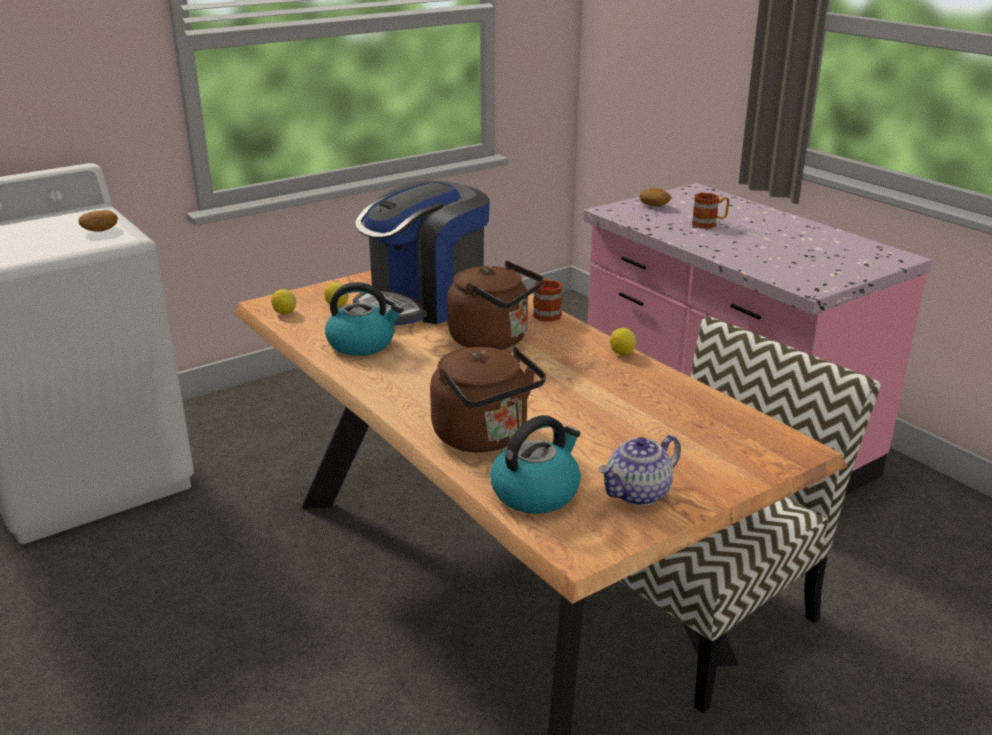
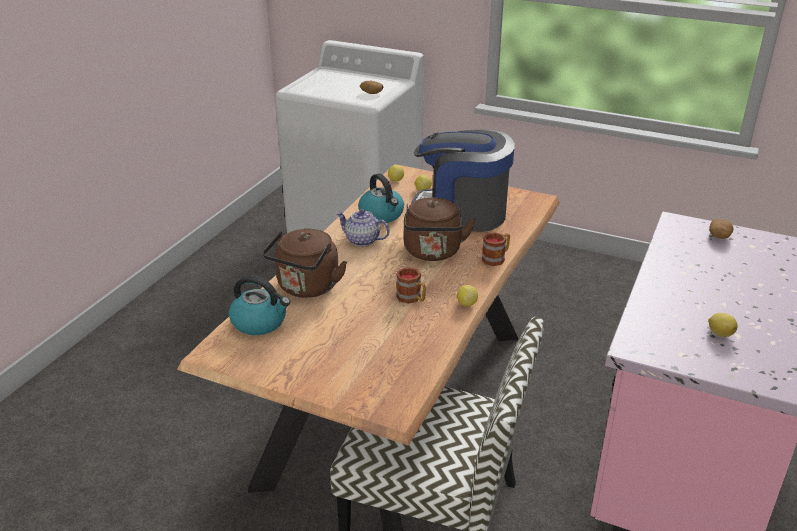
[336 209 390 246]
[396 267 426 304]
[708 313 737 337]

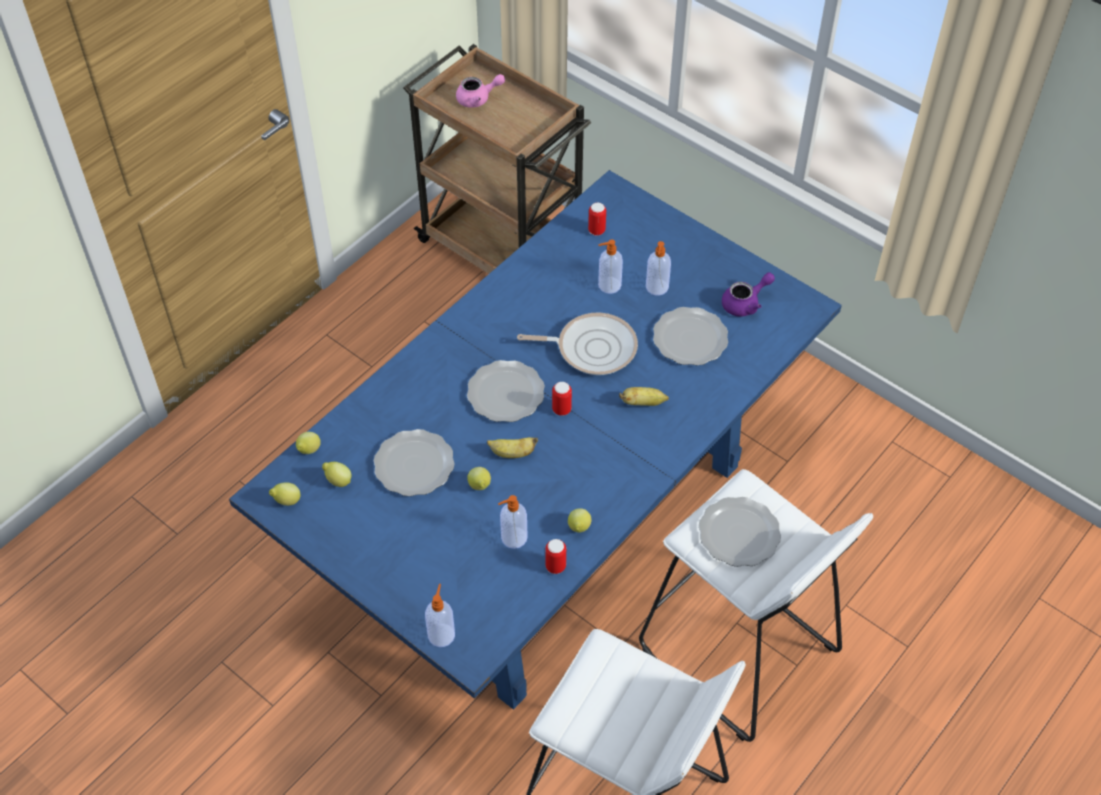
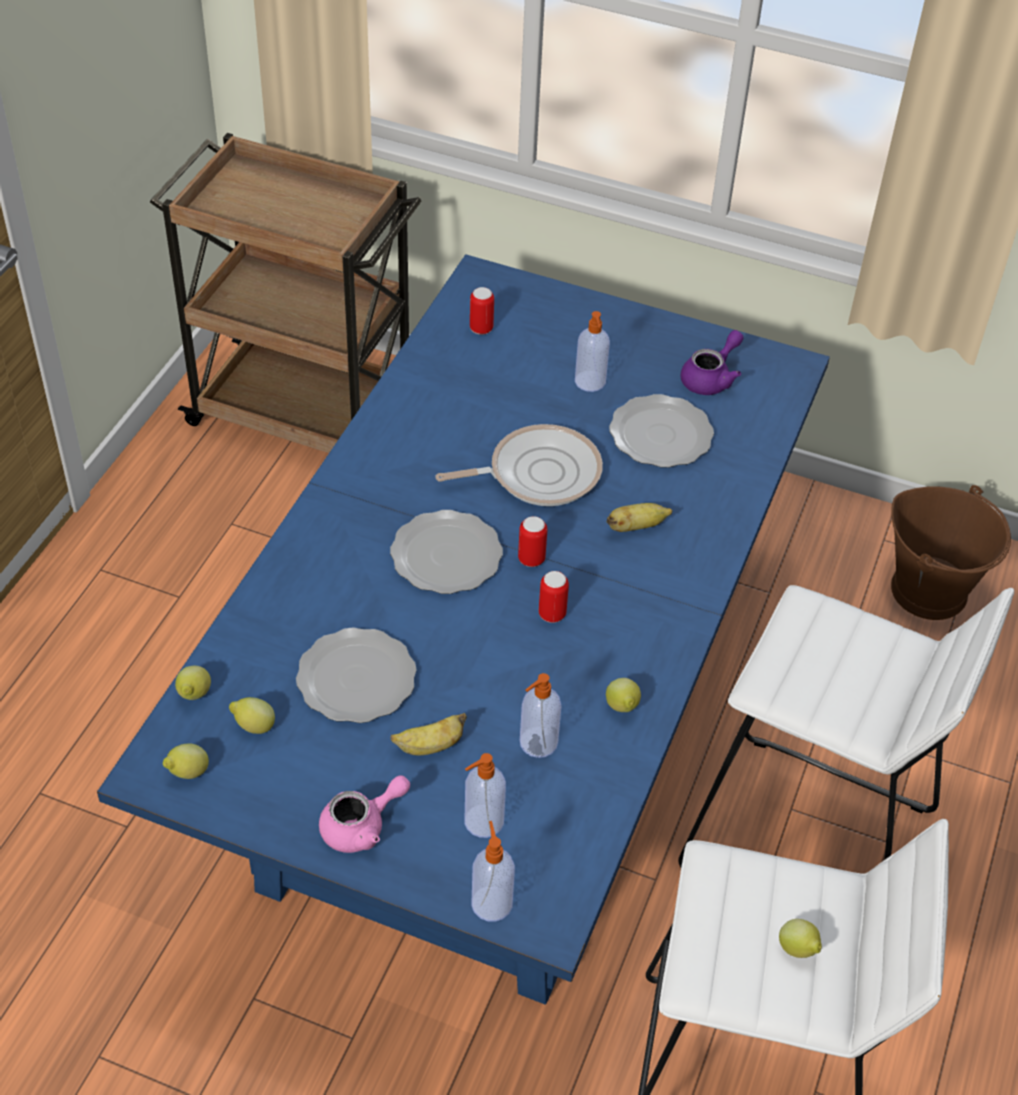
[319 775 410 853]
[779 919 822 958]
[390 713 467 756]
[539 571 569 623]
[464 753 506 838]
[699 497 781 567] (first image)
[891 485 1011 620]

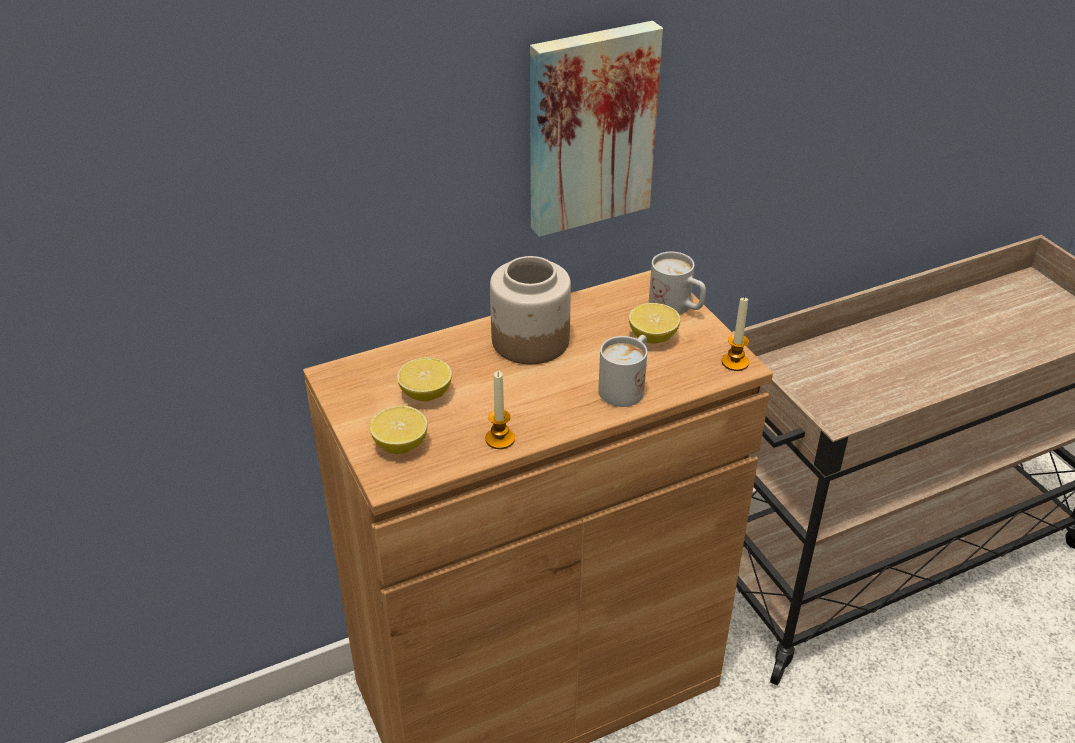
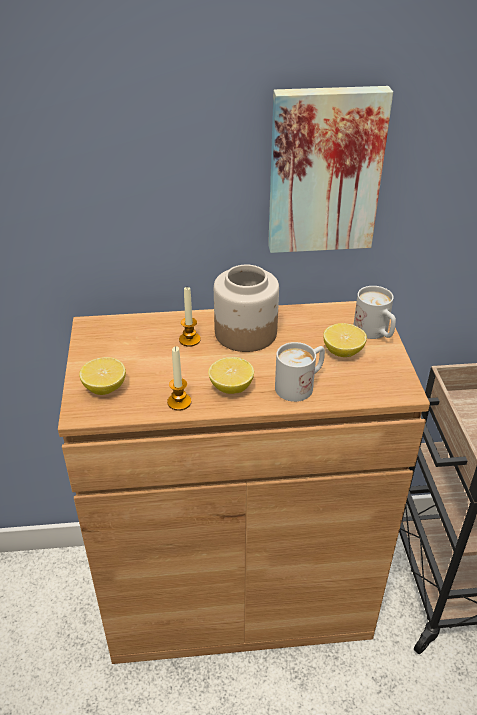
[208 357 254 394]
[179 287 201 347]

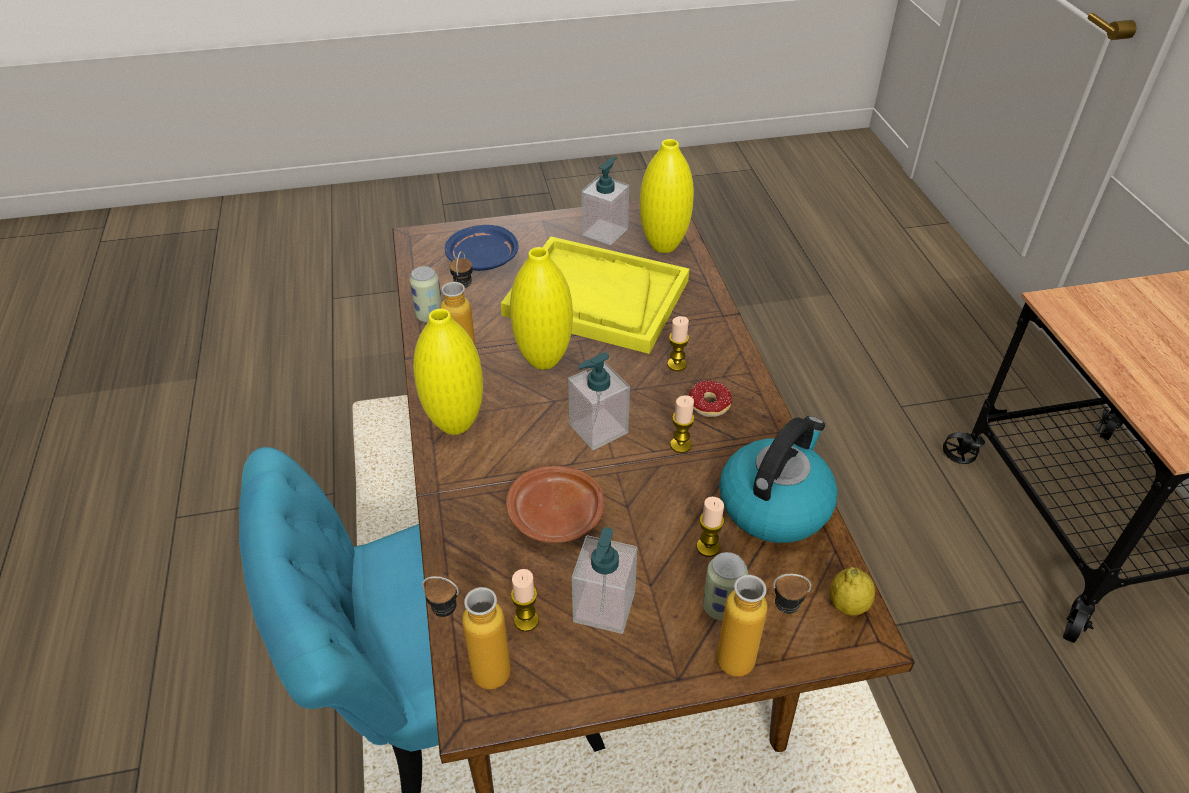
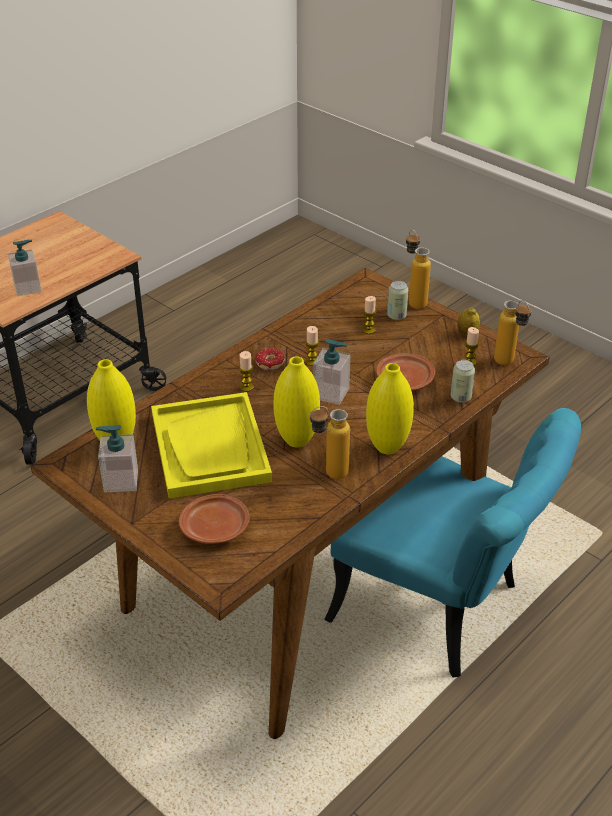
[451 360 475 403]
[179 494 250 544]
[8 240 41 296]
[719 416 838 543] (first image)
[457 308 480 335]

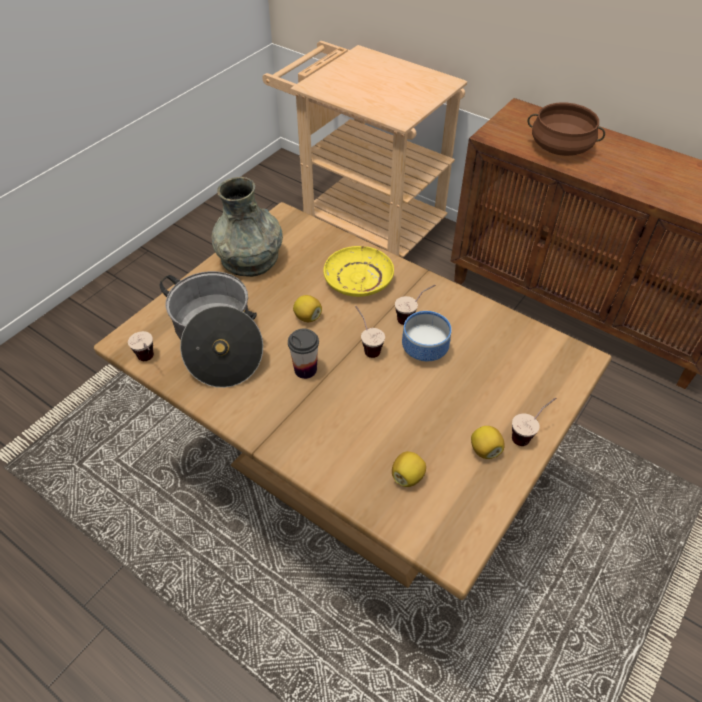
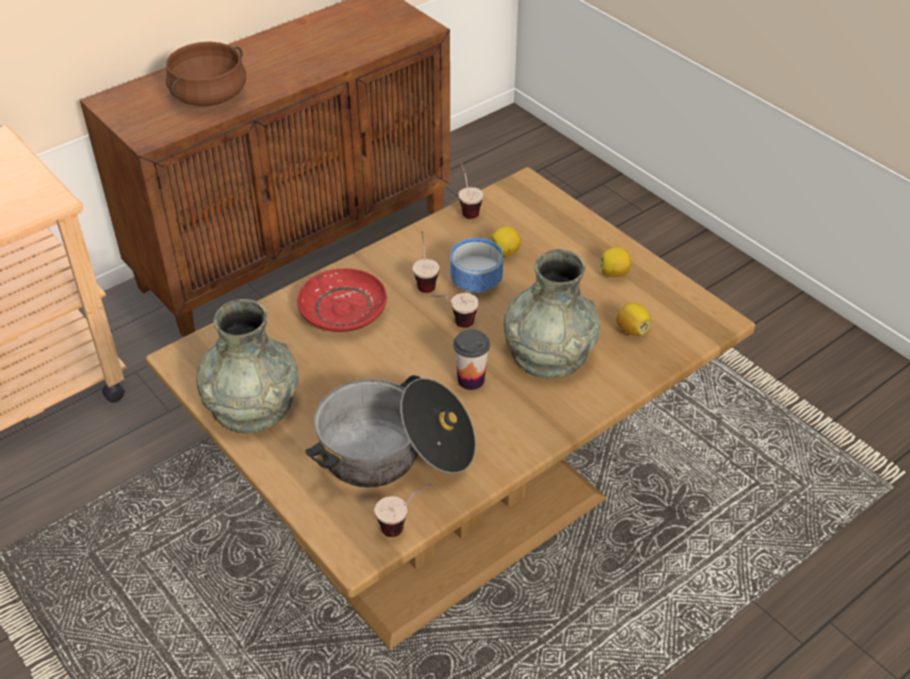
[489 226 521 257]
[297 268 387 332]
[458 162 483 219]
[504 249 600 379]

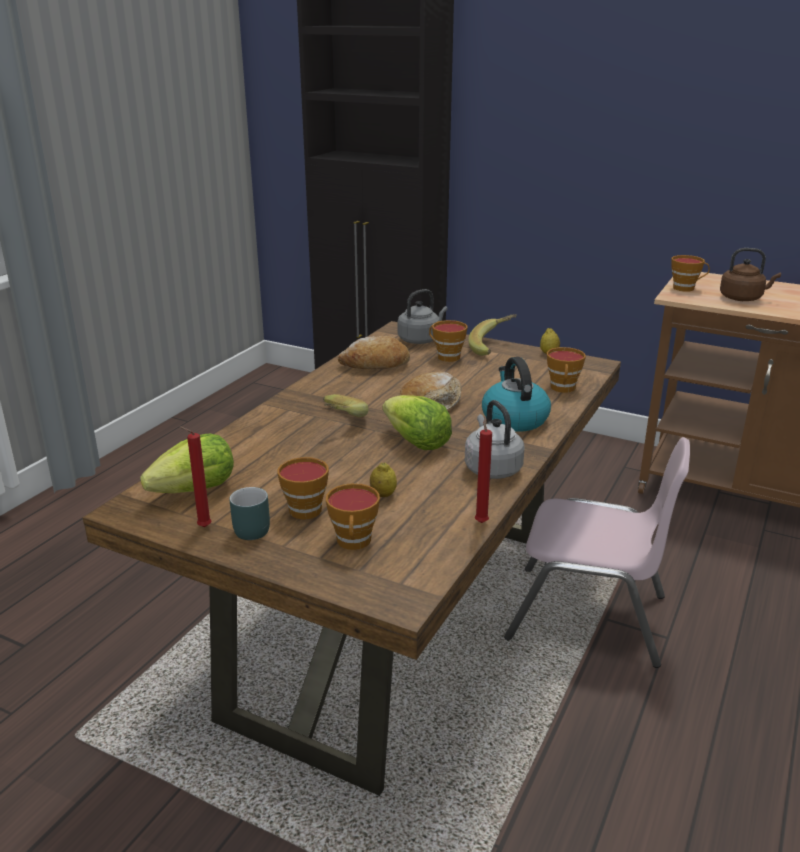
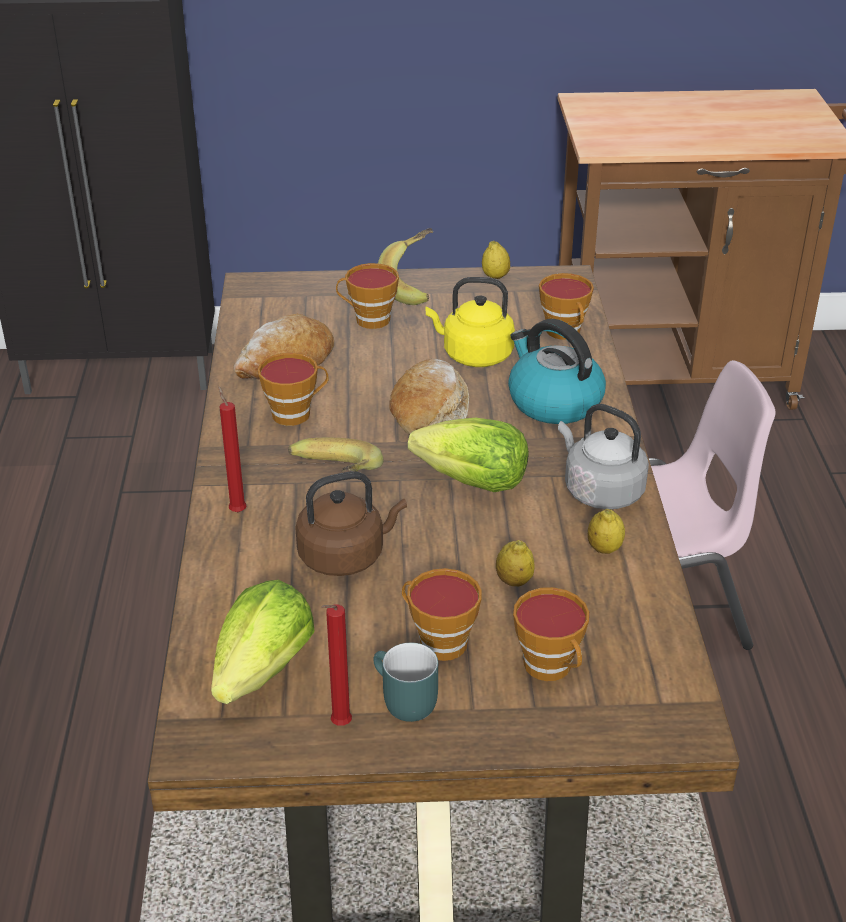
[397 289 447 344] (first image)
[218 386 247 512]
[257 352 329 426]
[295 471 407 576]
[425 277 515 367]
[588 509 625 554]

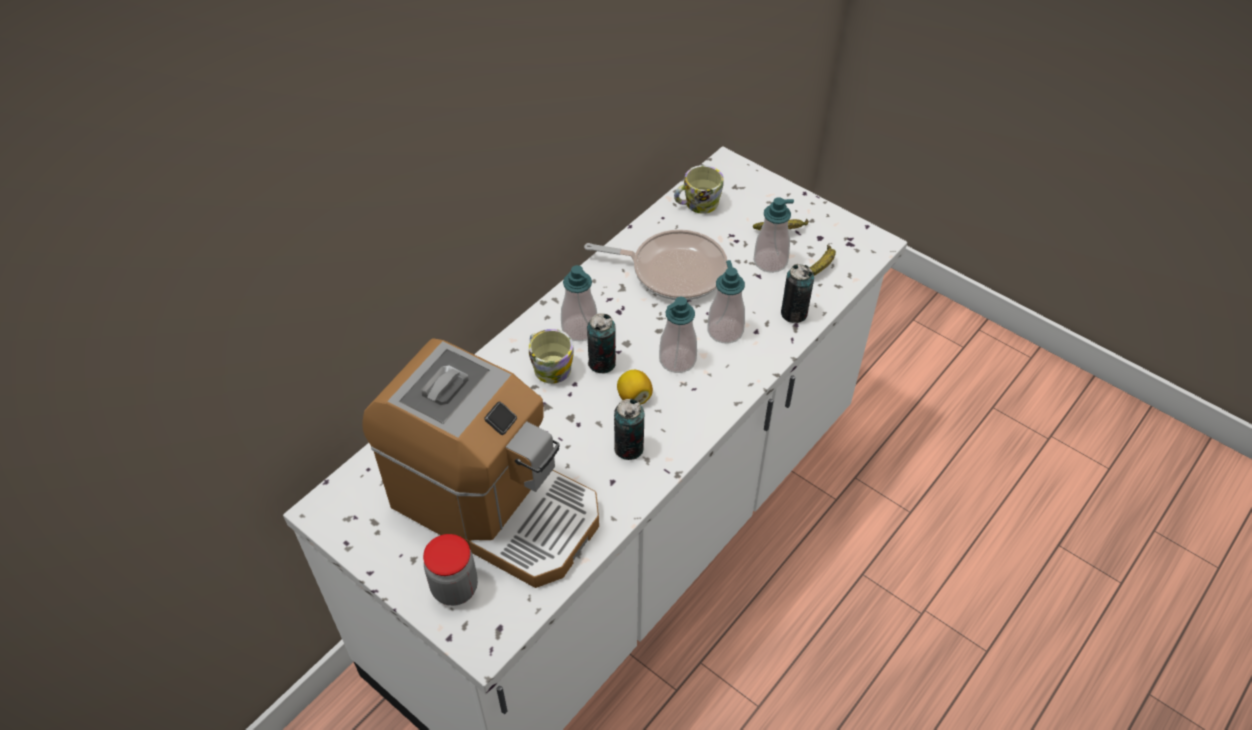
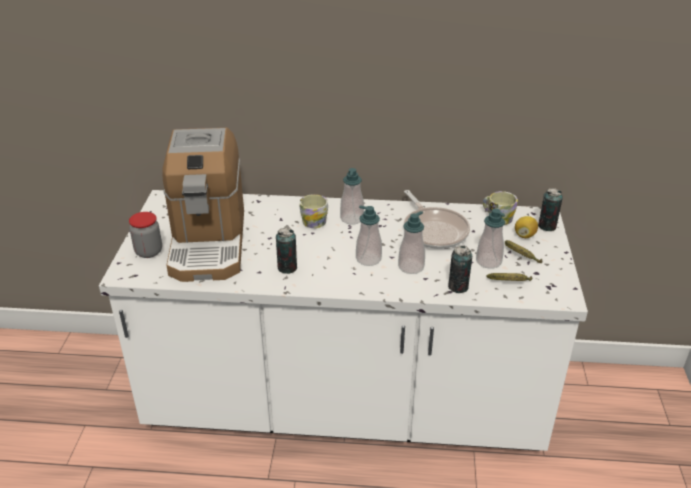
[538 188 563 231]
[515 216 538 238]

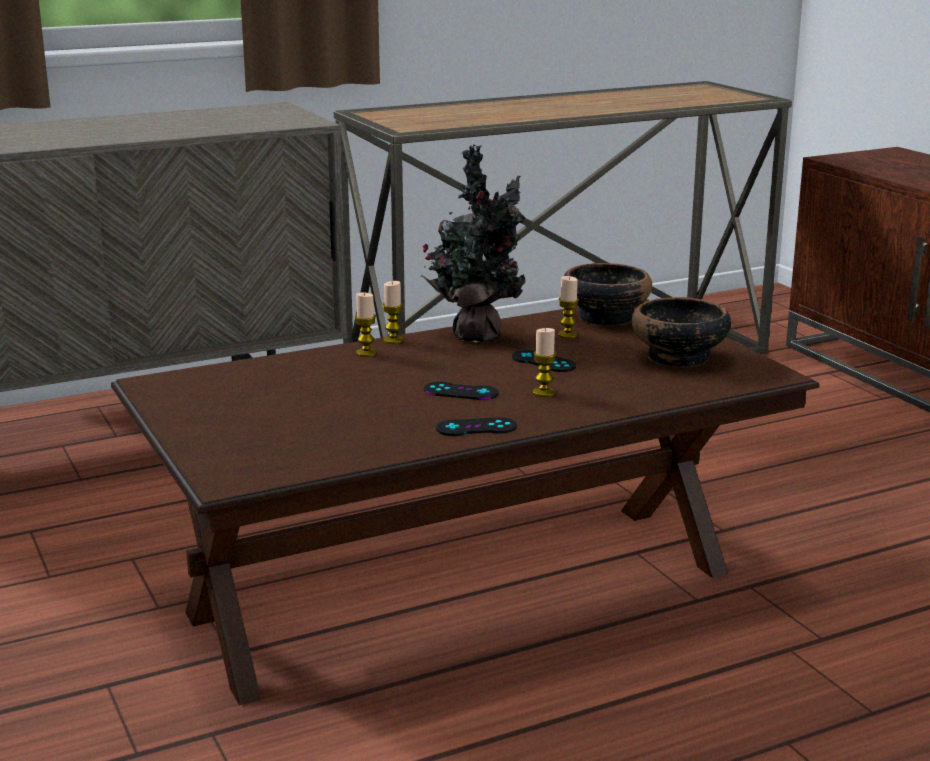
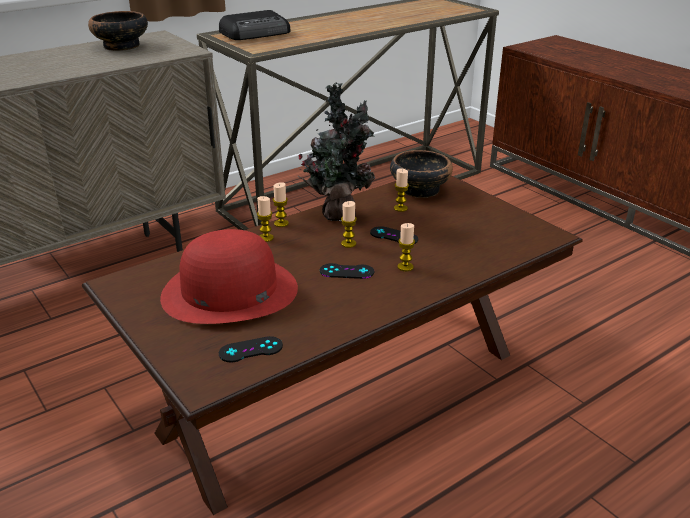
[219 336 283 362]
[88 11 148 51]
[160 229 298 324]
[219 10 291 40]
[341 201 357 248]

